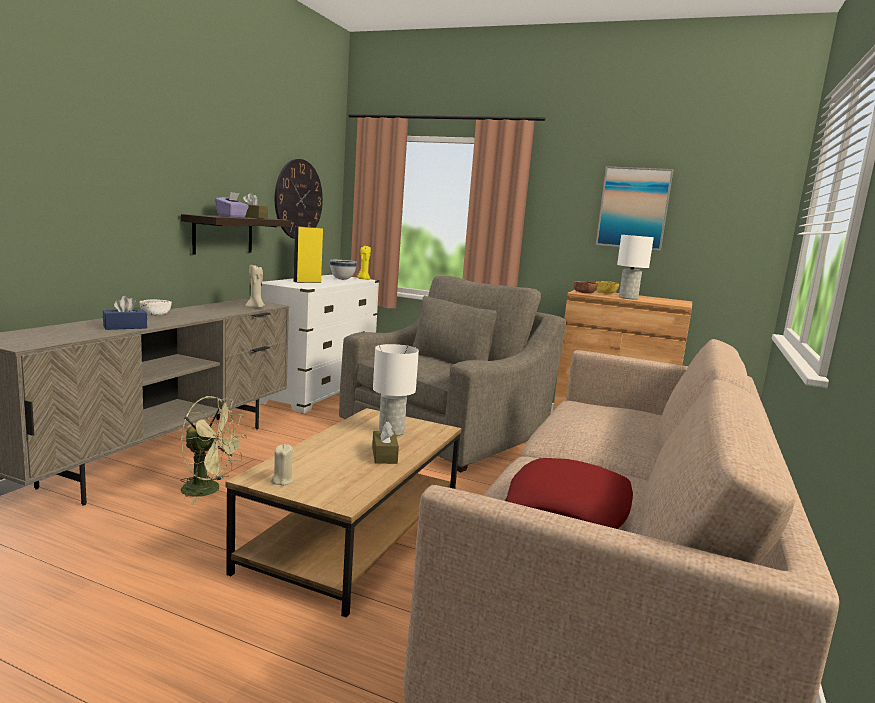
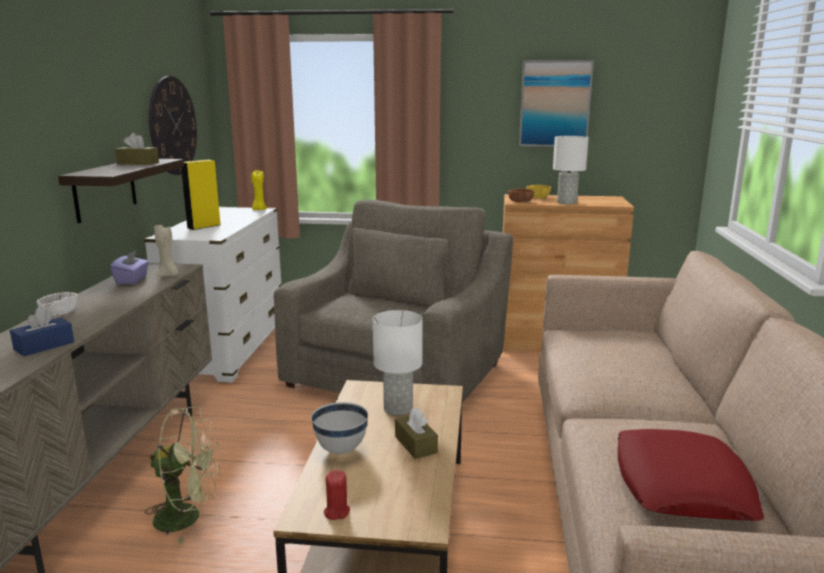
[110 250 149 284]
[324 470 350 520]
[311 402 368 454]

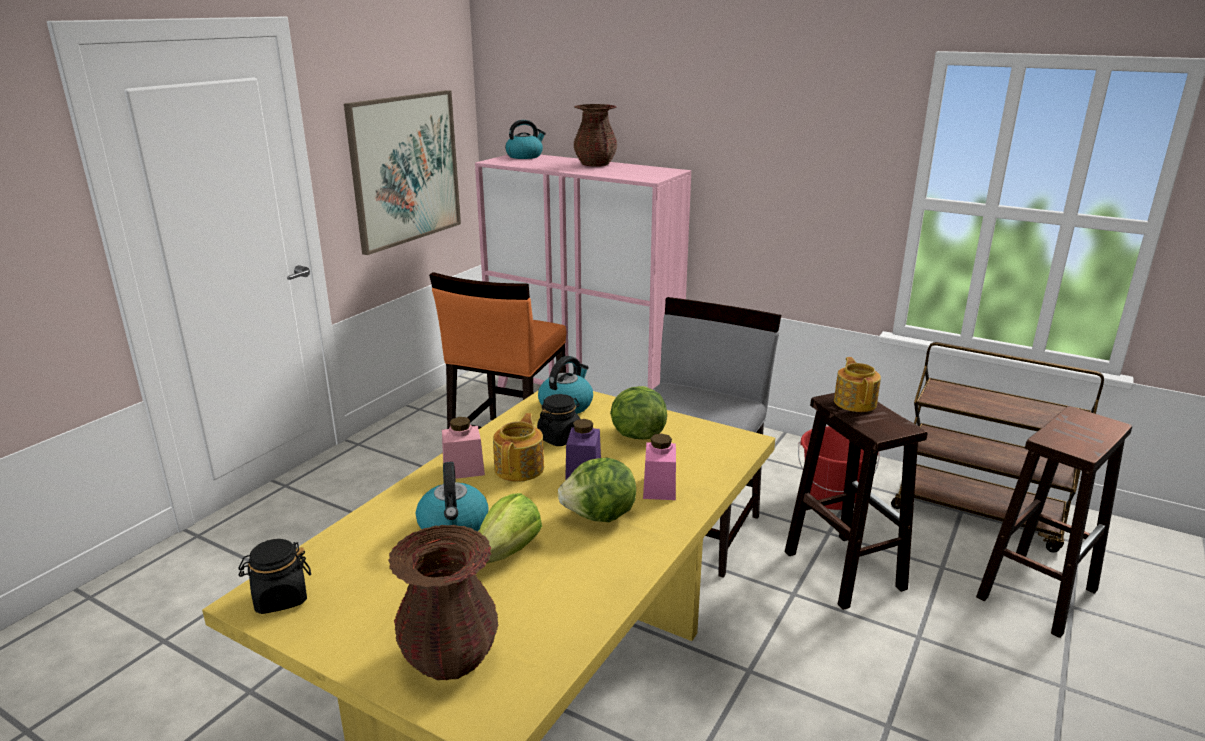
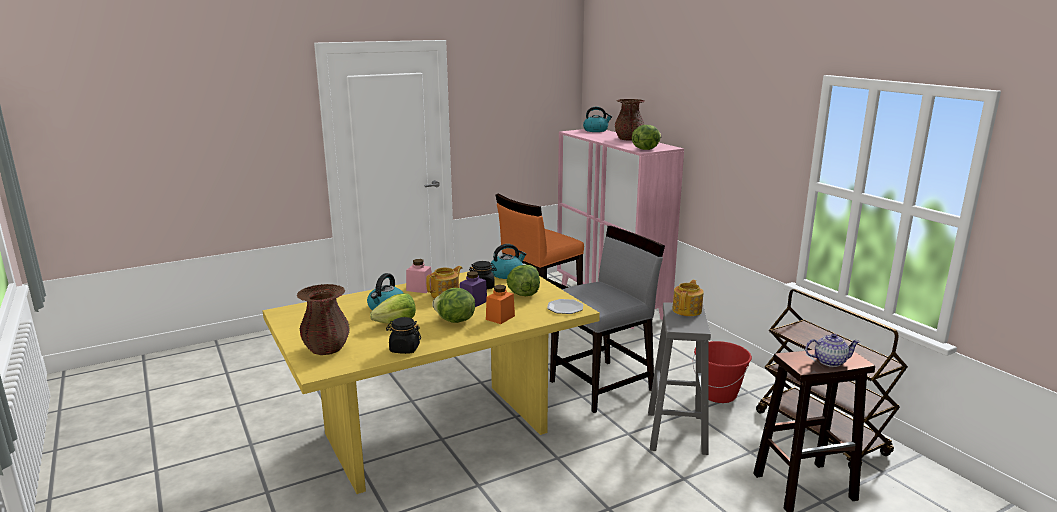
[386 317 421 354]
[344 90 461 255] (first image)
[486 285 515 324]
[648 302 711 455]
[547 299 583 314]
[632 125 661 150]
[805 333 860 367]

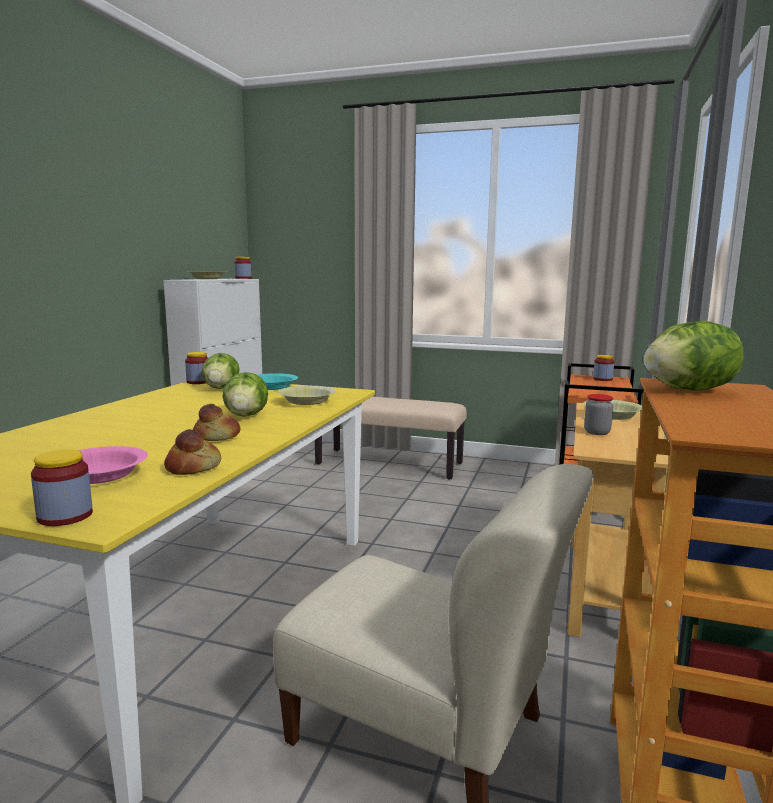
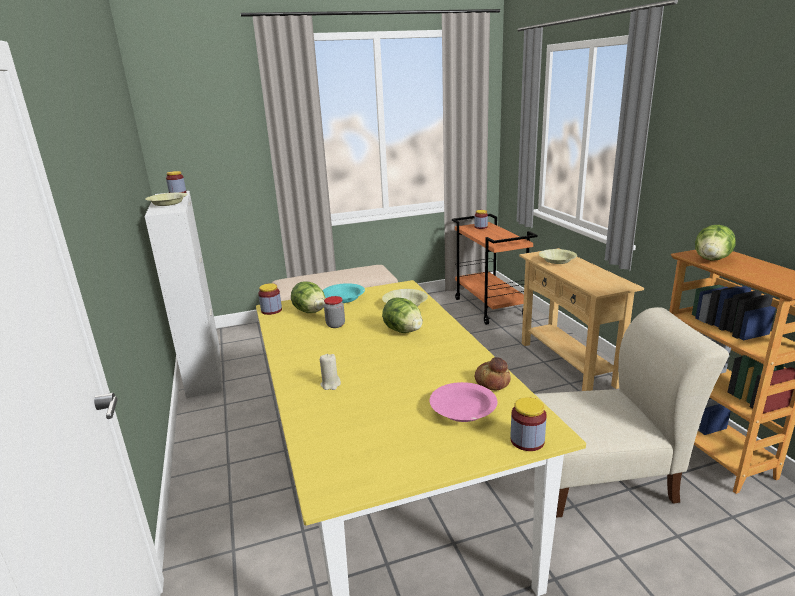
[193 404 240 441] (first image)
[324 296 345 328]
[320 354 341 390]

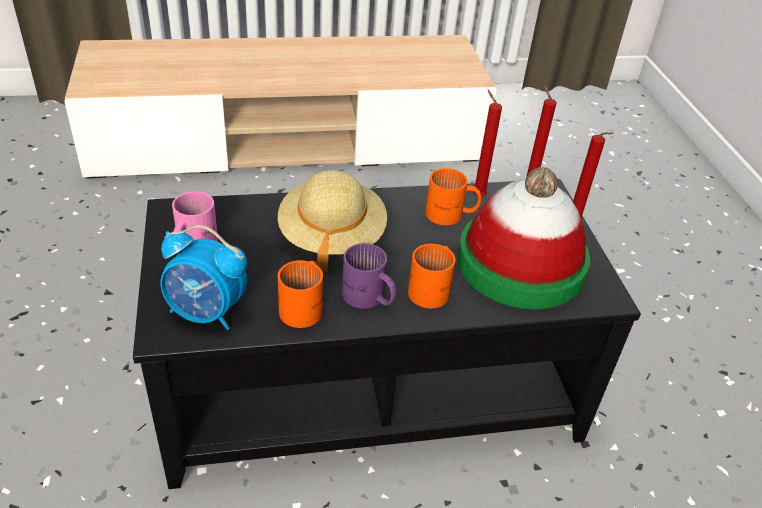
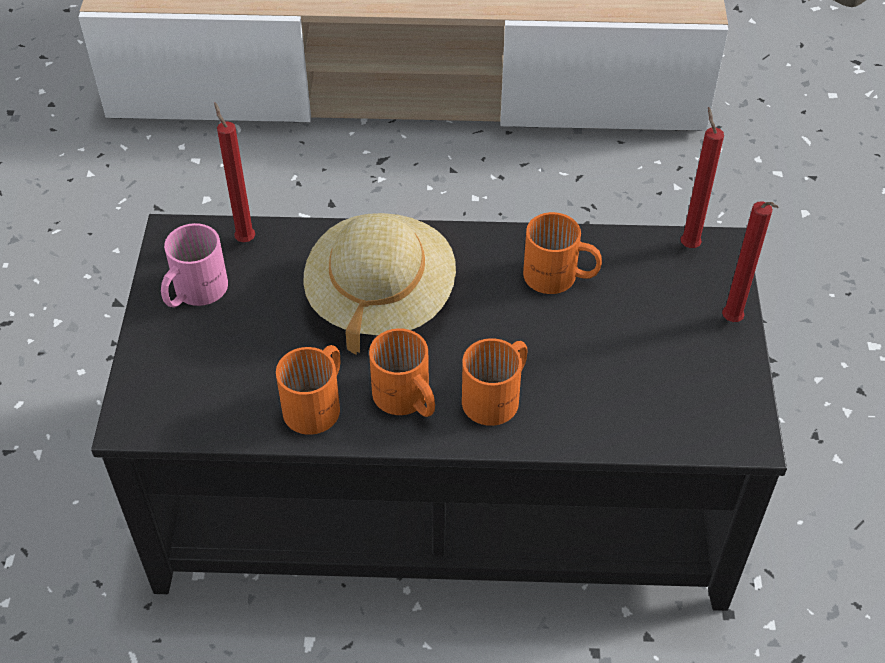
[160 225 247 330] (first image)
[369 328 435 417]
[458 167 590 309] (first image)
[214 102 255 242]

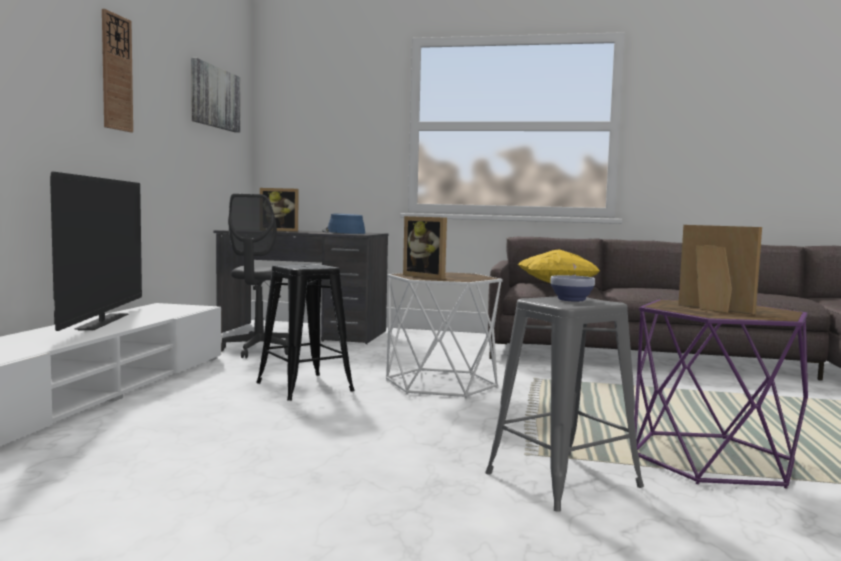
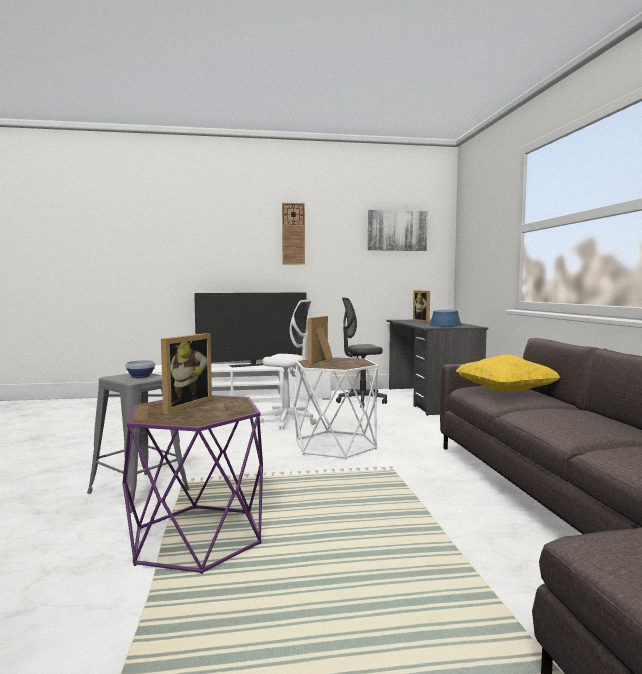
[260 300 316 430]

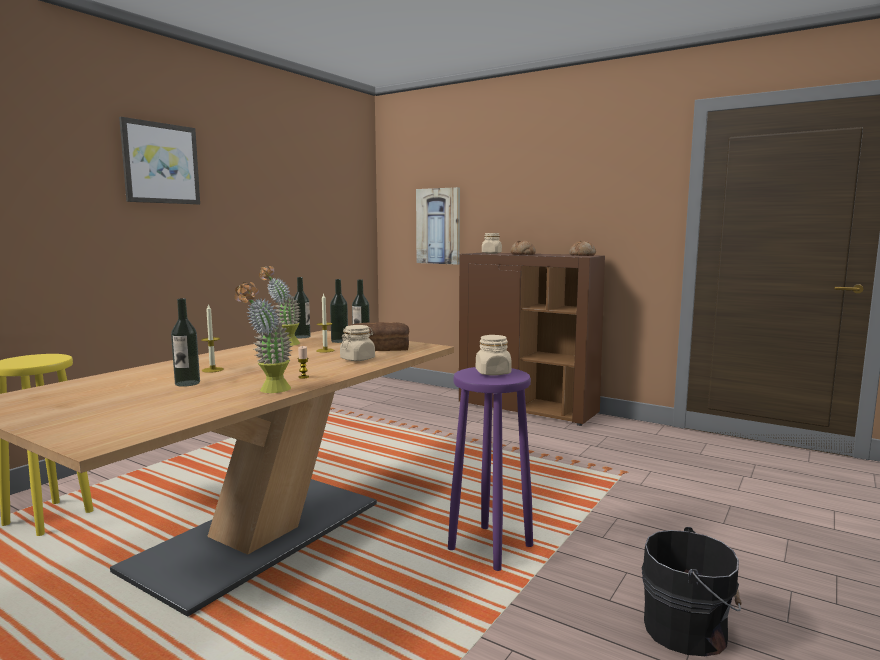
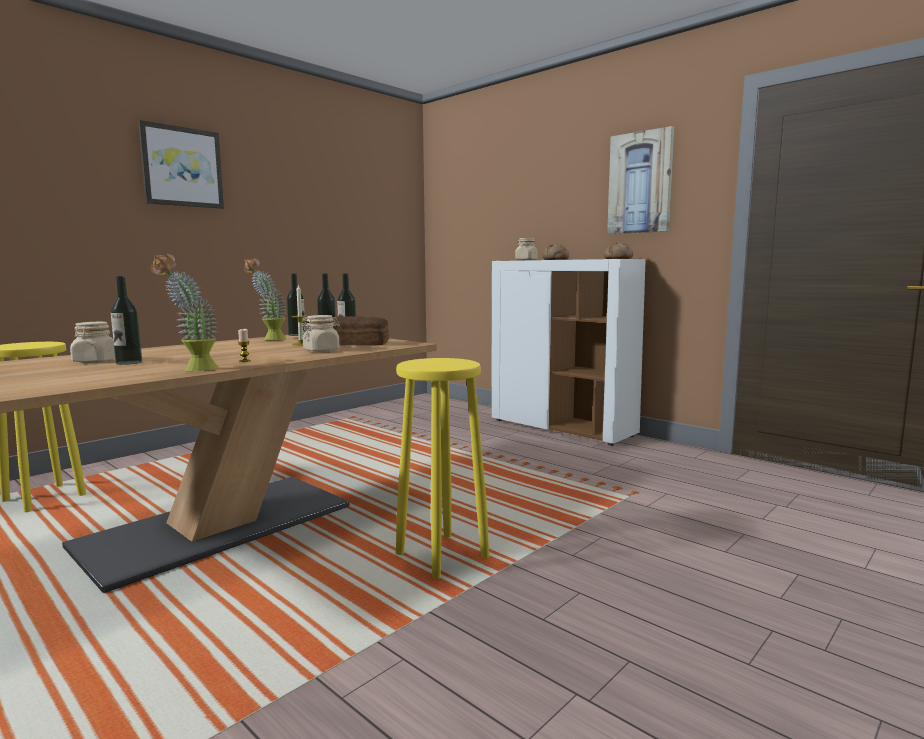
[201 304 224 373] (first image)
[607 126 674 234]
[396 358 489 579]
[491 259 646 446]
[70 322 115 363]
[642 527 742 656] (first image)

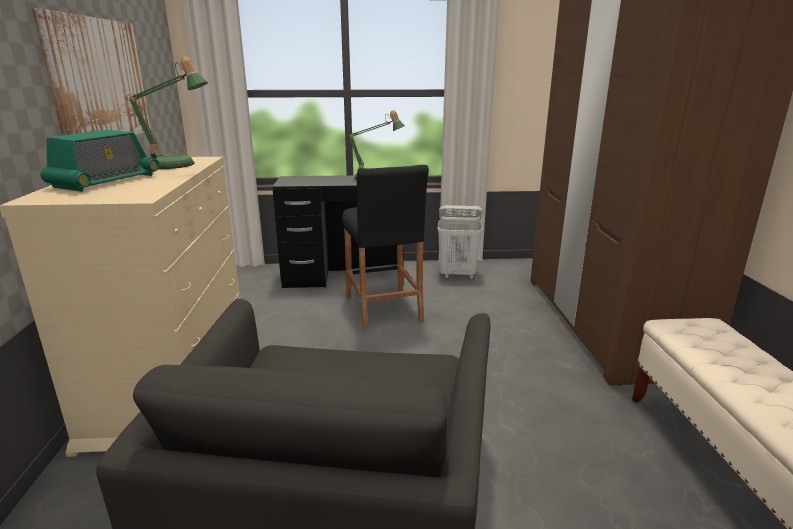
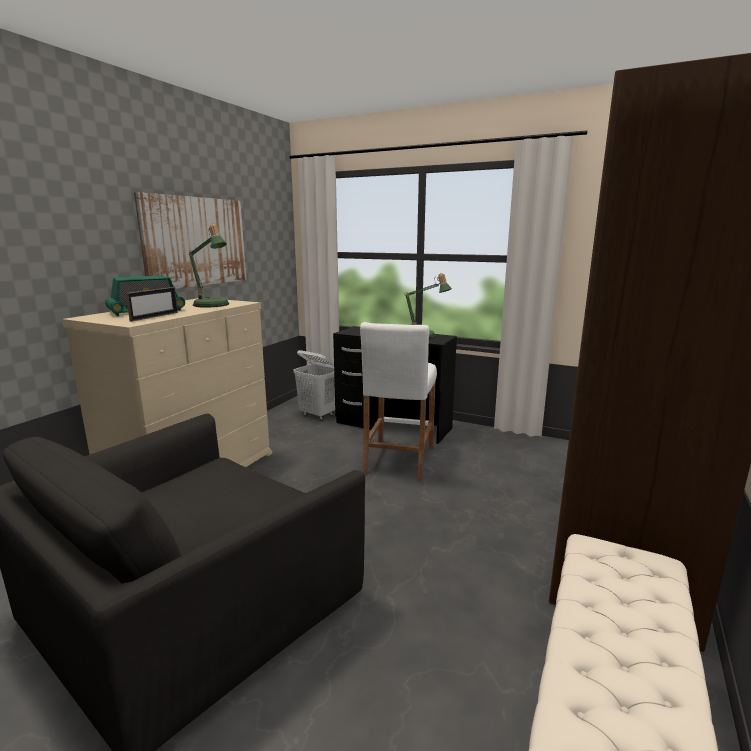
[360 322 437 480]
[293 350 335 420]
[126 287 178 322]

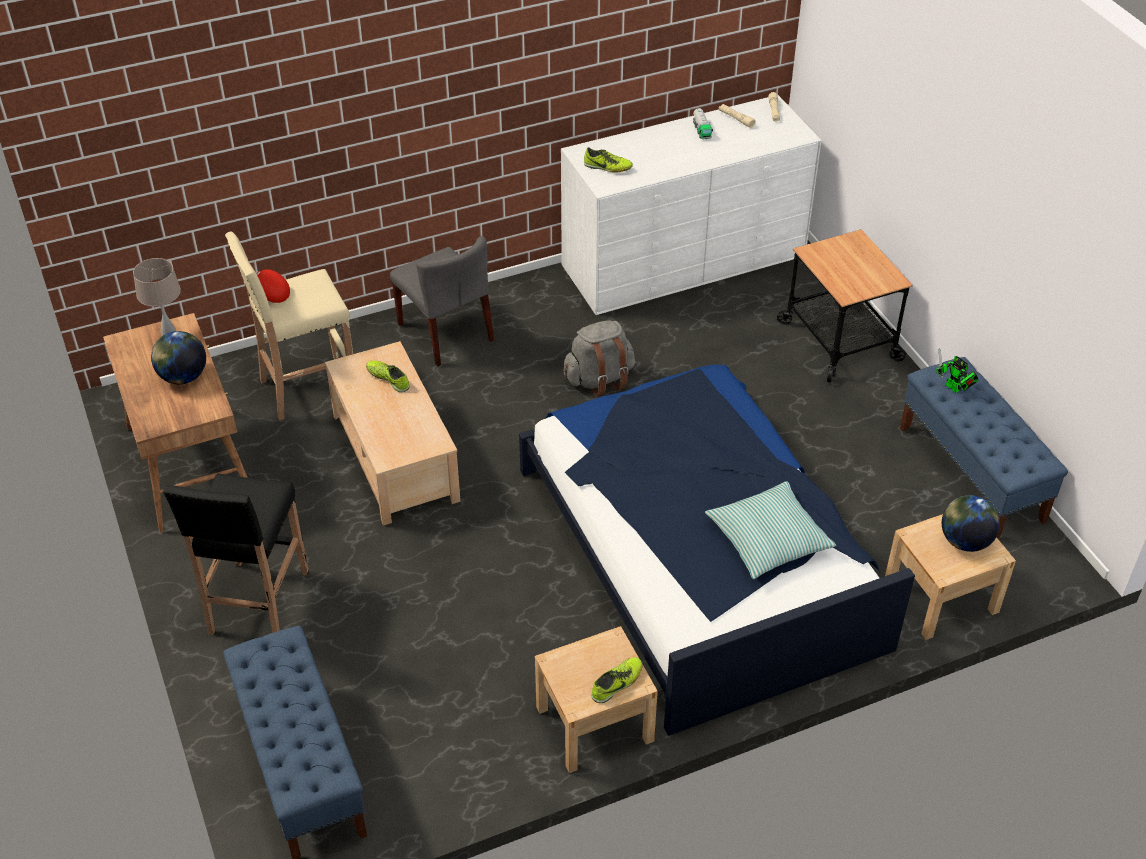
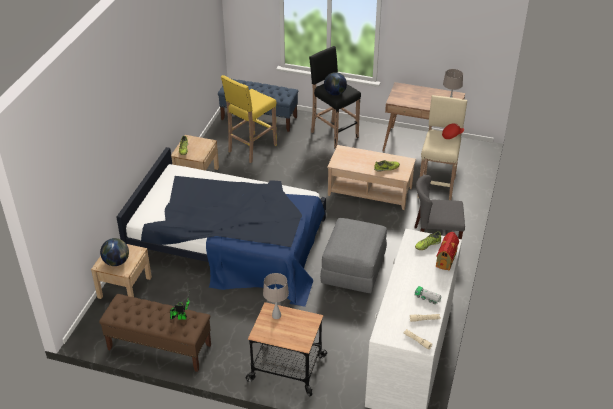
[324 72 347 96]
[320 218 387 293]
[705 481 836 579] (first image)
[99 294 211 372]
[221 75 277 163]
[263 273 289 319]
[436 231 459 271]

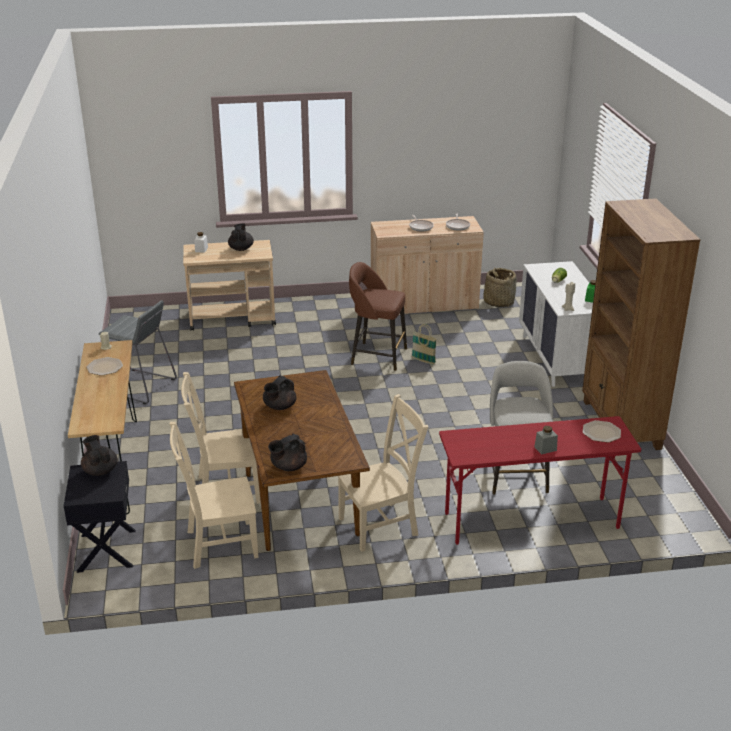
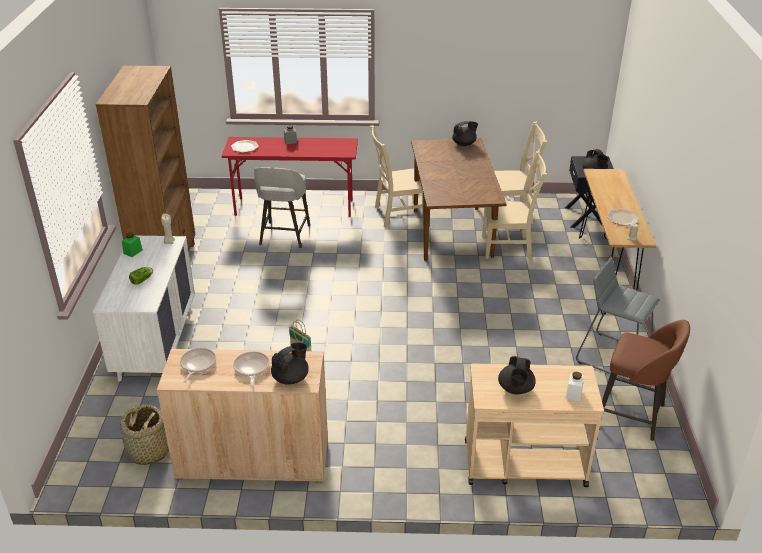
[271 342 309 385]
[602 320 690 441]

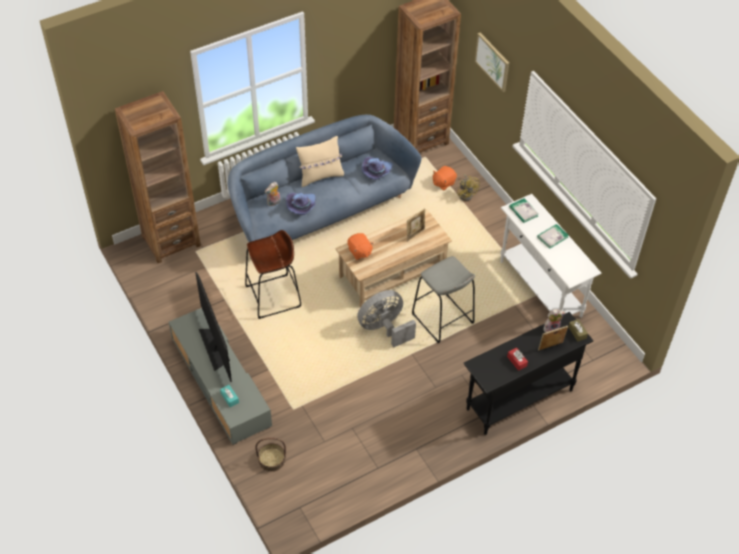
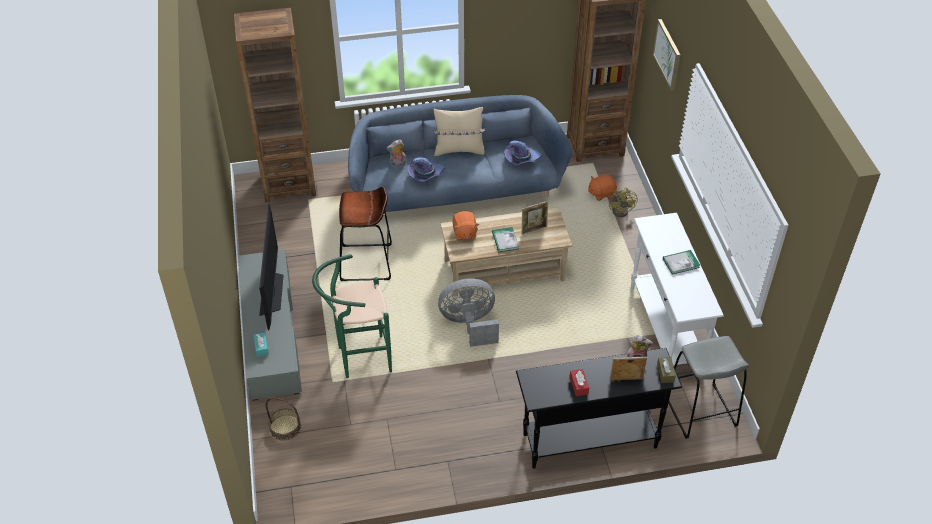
[669 336 749 439]
[492 227 519 252]
[312 254 392 378]

